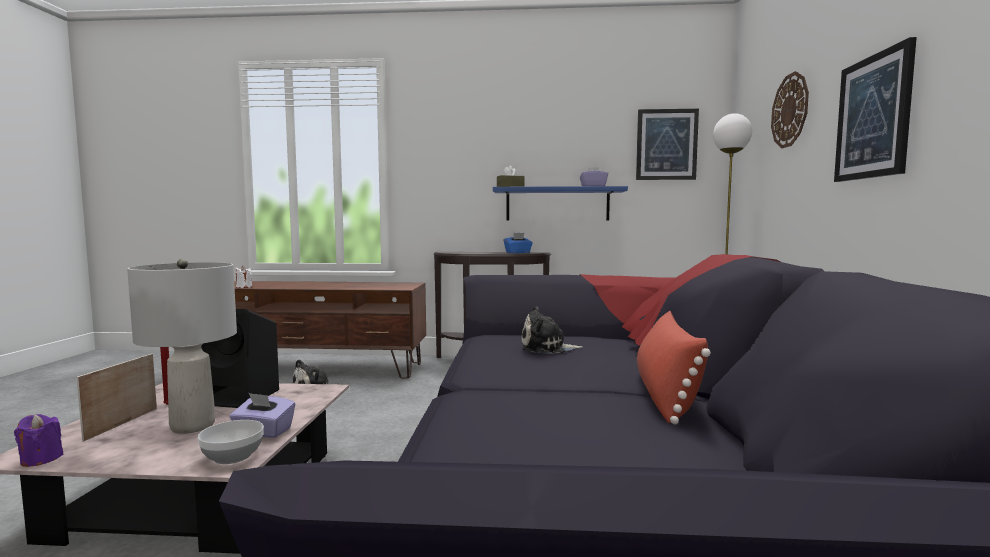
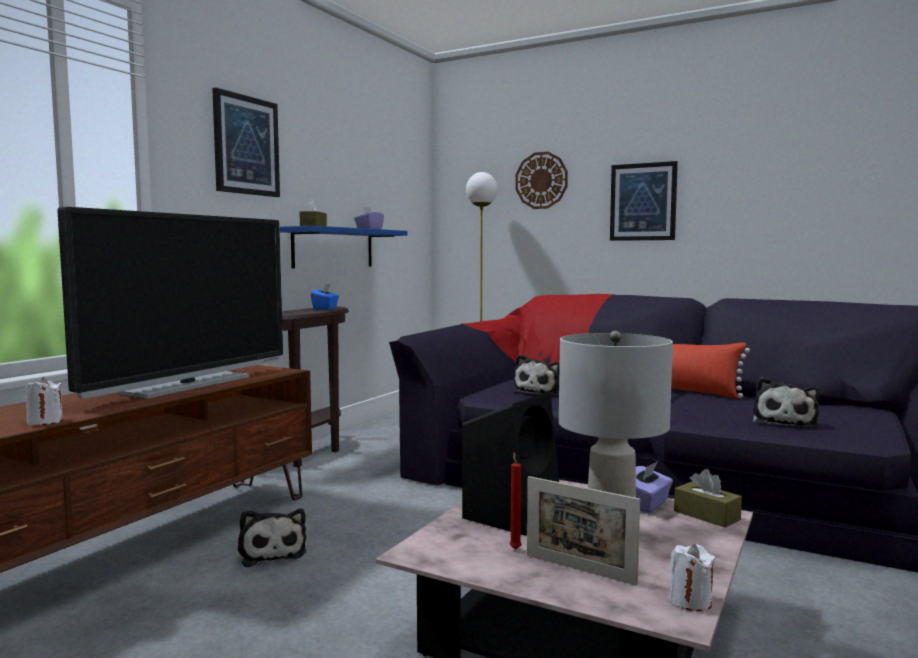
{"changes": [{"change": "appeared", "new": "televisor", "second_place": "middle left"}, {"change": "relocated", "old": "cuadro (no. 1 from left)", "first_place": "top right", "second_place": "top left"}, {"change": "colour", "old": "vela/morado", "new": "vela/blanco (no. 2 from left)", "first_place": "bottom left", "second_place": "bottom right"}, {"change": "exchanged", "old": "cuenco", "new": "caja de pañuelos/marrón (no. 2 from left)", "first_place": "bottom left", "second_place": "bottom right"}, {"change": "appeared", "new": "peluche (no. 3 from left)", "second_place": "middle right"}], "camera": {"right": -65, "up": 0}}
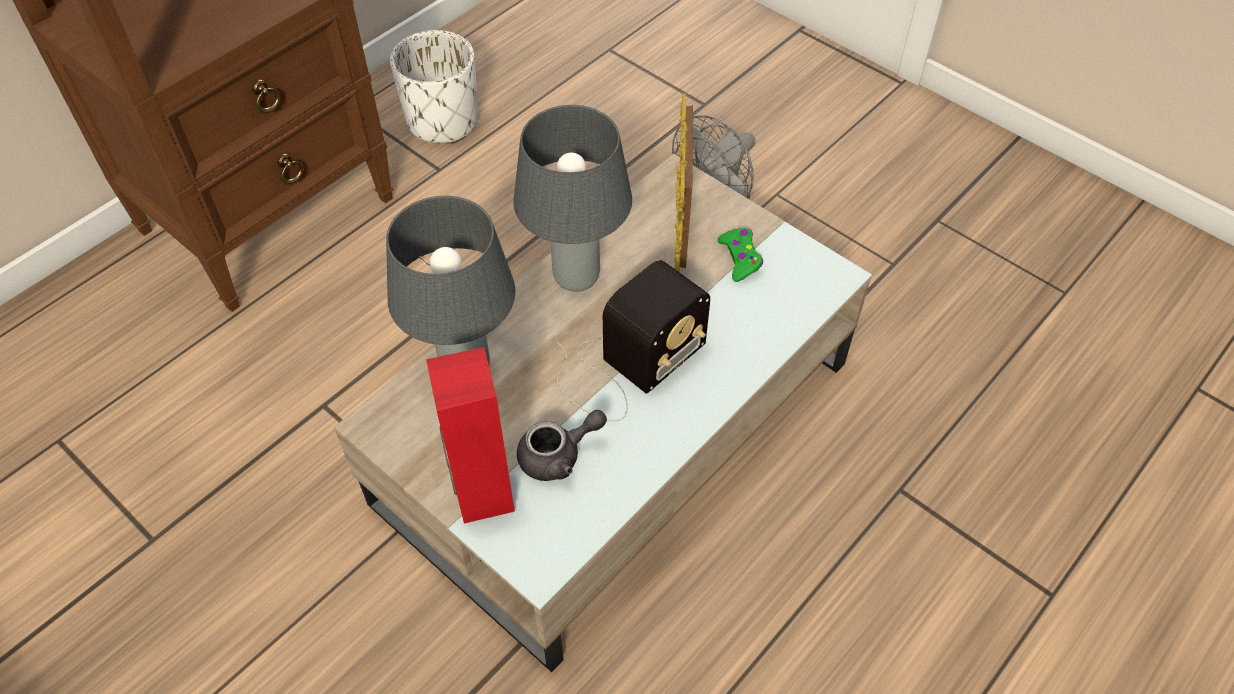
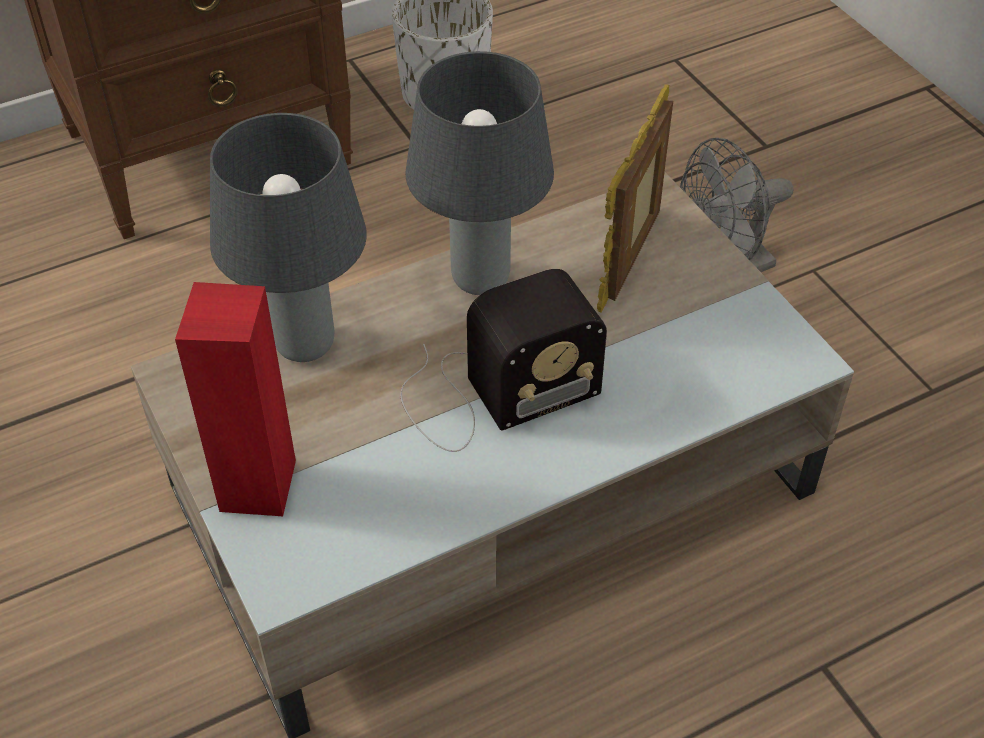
{"changes": [{"change": "missing", "old": "tetera/gris", "first_place": "centre"}, {"change": "missing", "old": "mando de consola/verde", "first_place": "centre"}], "camera": {"right": 20, "up": -5}}
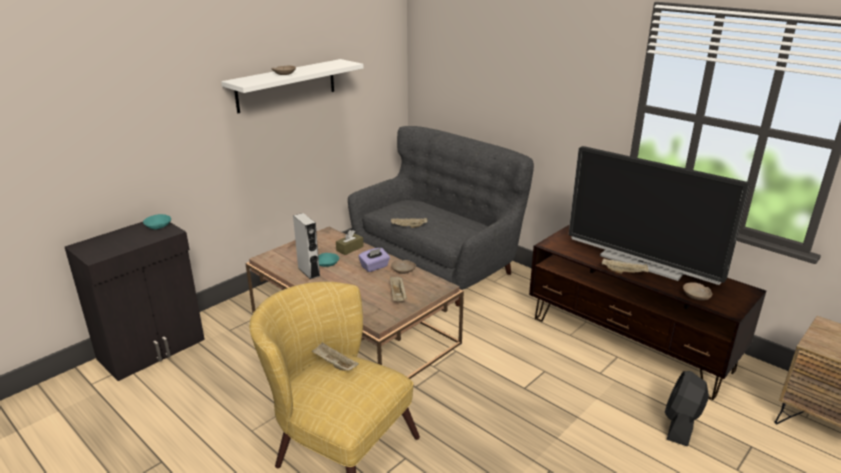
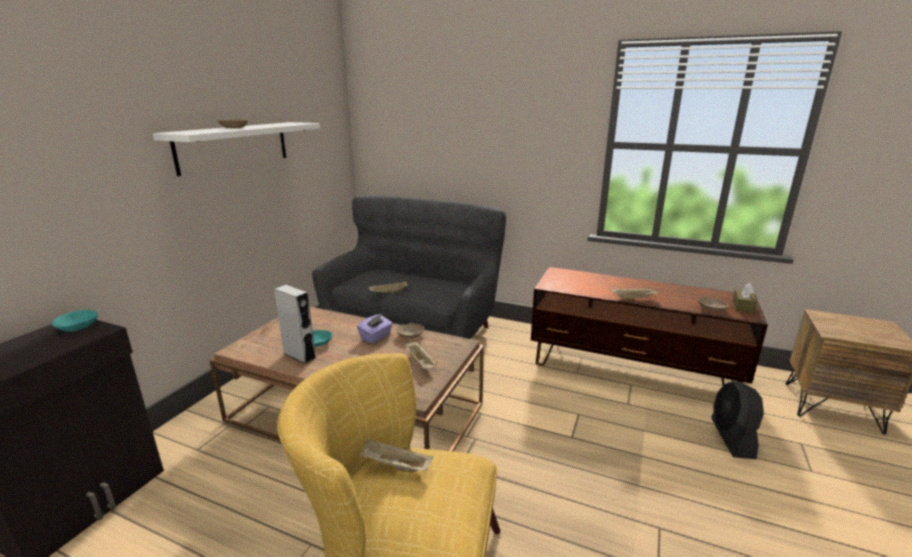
{"changes": [{"change": "relocated", "old": "caja de pañuelos/marrón", "first_place": "centre", "second_place": "middle right"}, {"change": "missing", "old": "televisor", "first_place": "middle right"}], "camera": {"right": -20, "up": -5}}
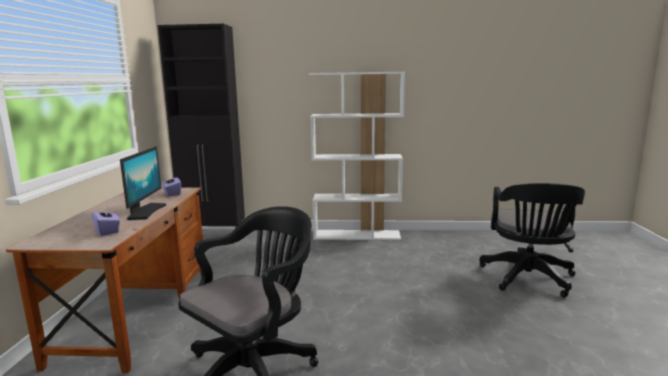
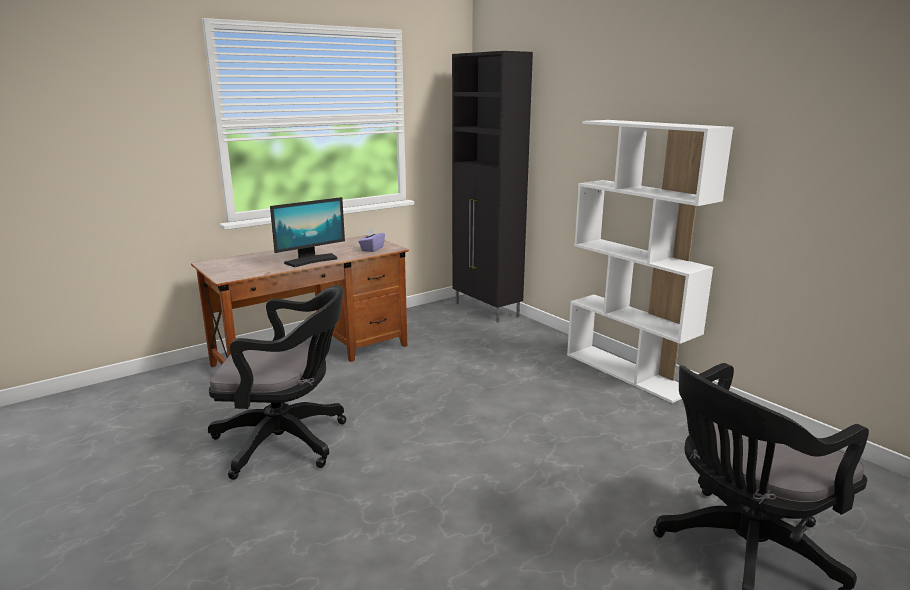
{"changes": [{"change": "missing", "old": "caja de pañuelos/morado (no. 1 from left)", "first_place": "middle left"}], "camera": {"right": 50, "up": 5}}
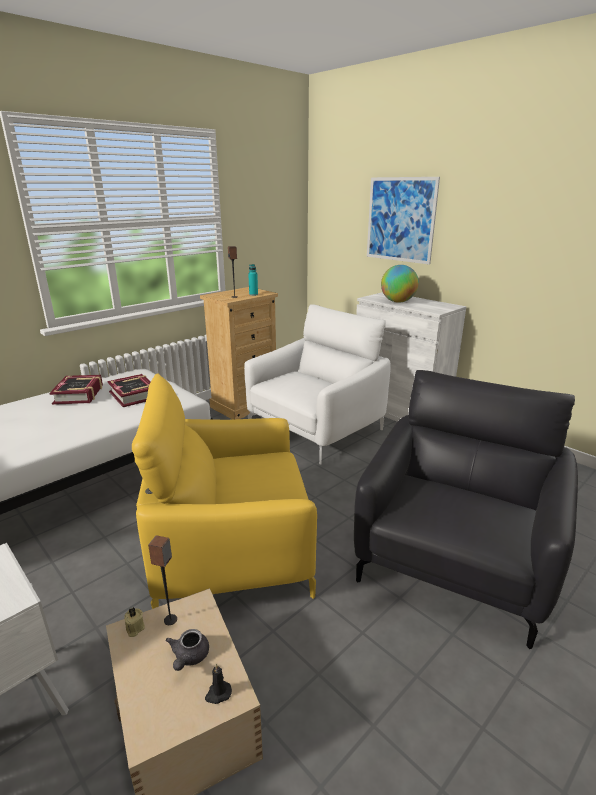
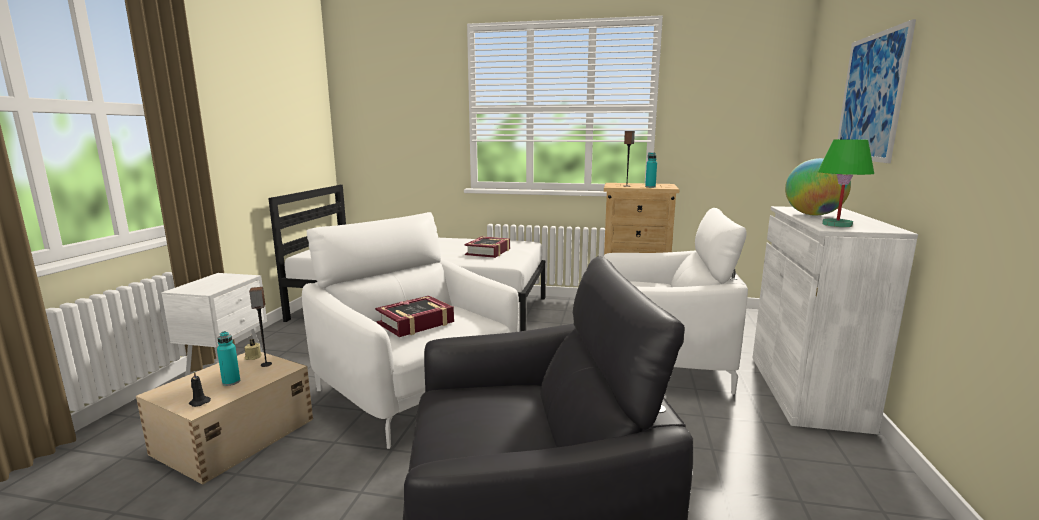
{"changes": [{"change": "exchanged", "old": "tetera/gris", "new": "botella/turquesa (no. 1 from left)", "first_place": "bottom left", "second_place": "bottom left"}, {"change": "colour", "old": "sillón/amarillo", "new": "sillón/blanco (no. 1 from left)", "first_place": "centre", "second_place": "centre"}, {"change": "relocated", "old": "libro (no. 1 from left)", "first_place": "middle left", "second_place": "centre"}, {"change": "appeared", "new": "lámpara de mesa/verde", "second_place": "middle right"}], "camera": {"right": 55, "up": -10}}
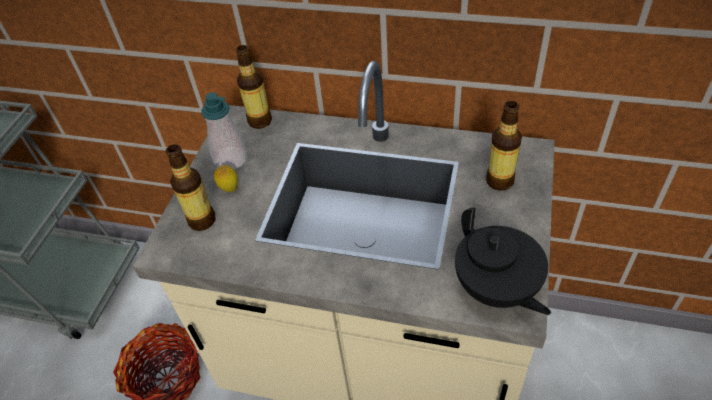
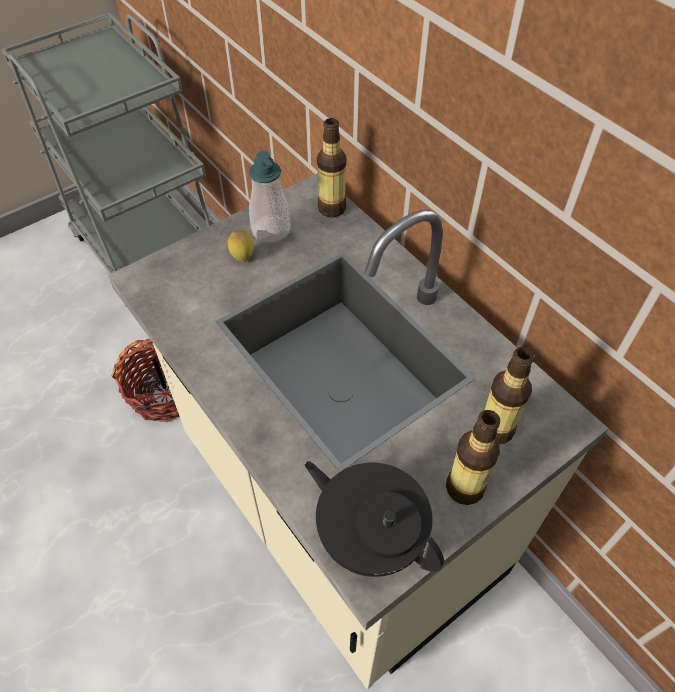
{"changes": [{"change": "spun", "old": "tetera/negro", "first_place": "middle right", "second_place": "bottom centre", "degrees": 120}, {"change": "relocated", "old": "botella (no. 1 from left in the first image)", "new": "botella (no. 2 from left)", "first_place": "middle left", "second_place": "middle right"}], "camera": {"right": 35, "up": 5}}
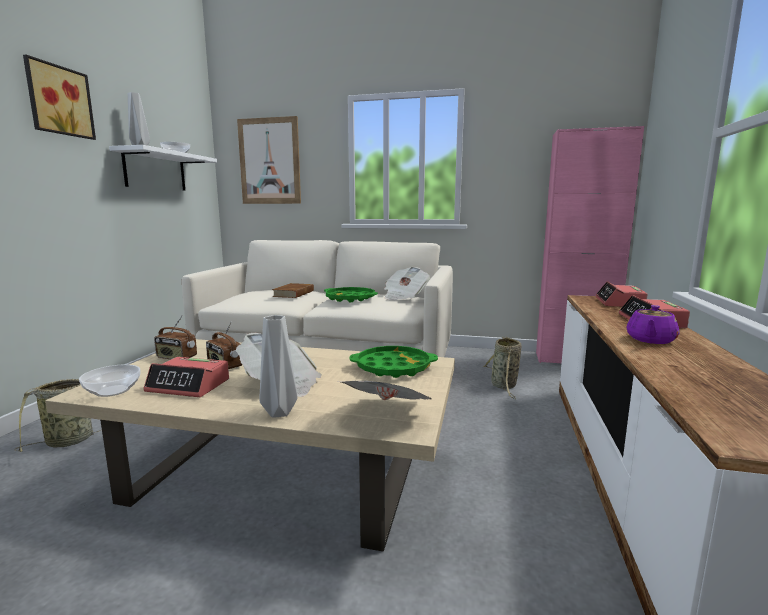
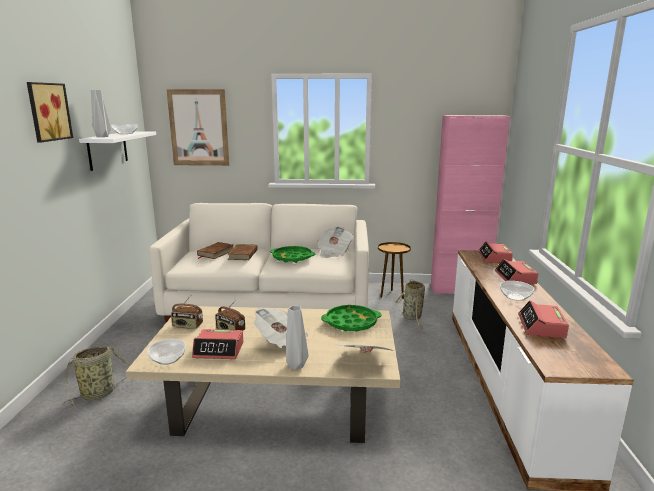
{"changes": [{"change": "appeared", "new": "libro/marrón (no. 1 from left)", "second_place": "middle left"}, {"change": "appeared", "new": "mesa auxiliar/marrón", "second_place": "centre"}, {"change": "exchanged", "old": "tetera/morado", "new": "cuenco (no. 3 from left)", "first_place": "middle right", "second_place": "middle right"}, {"change": "appeared", "new": "despertador (no. 4 from left)", "second_place": "middle right"}], "camera": {"right": -10, "up": 5}}
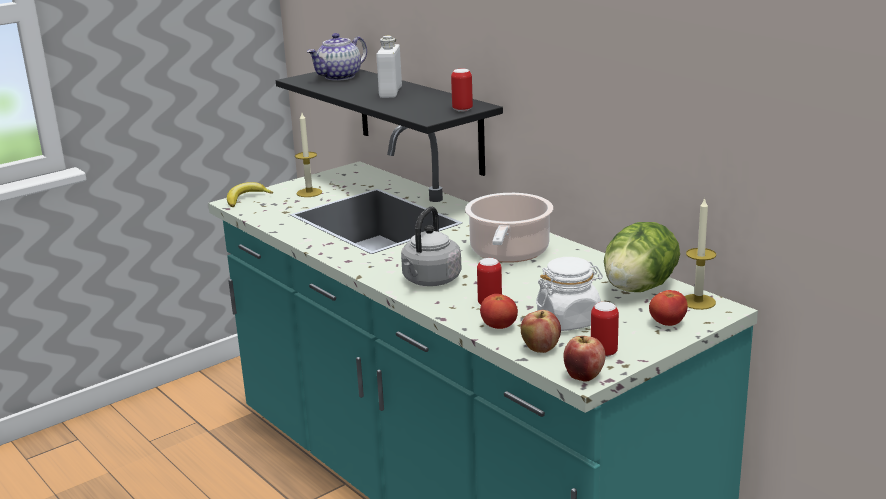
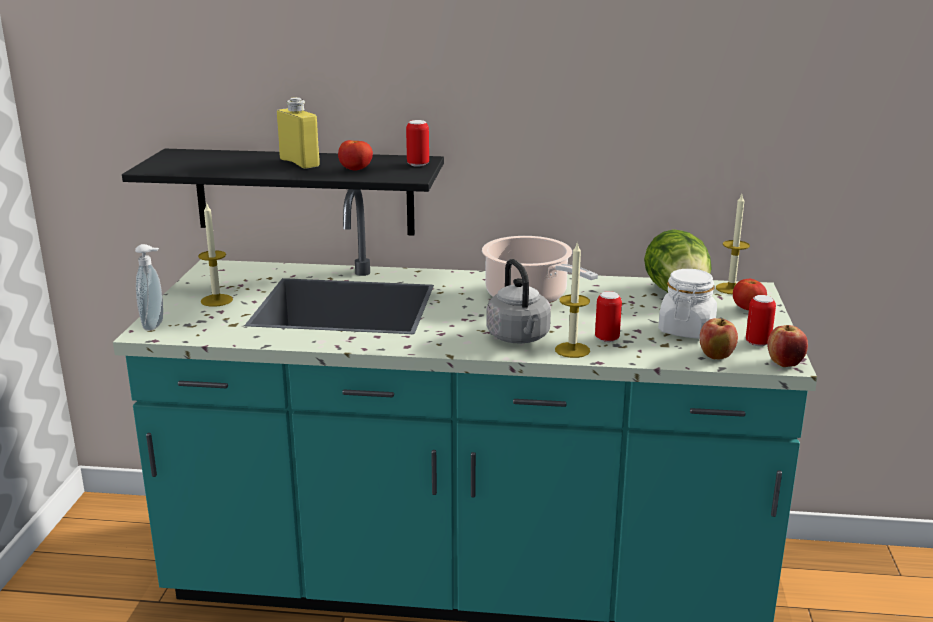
{"changes": [{"change": "exchanged", "old": "plátano", "new": "dispensador de jabón", "first_place": "middle left", "second_place": "middle left"}, {"change": "colour", "old": "botella/blanco", "new": "botella/amarillo", "first_place": "top centre", "second_place": "top left"}, {"change": "relocated", "old": "tomate (no. 1 from left)", "first_place": "centre", "second_place": "top centre"}, {"change": "appeared", "new": "vela (no. 2 from left)", "second_place": "centre"}, {"change": "missing", "old": "tetera", "first_place": "top centre"}], "camera": {"right": -45, "up": 0}}
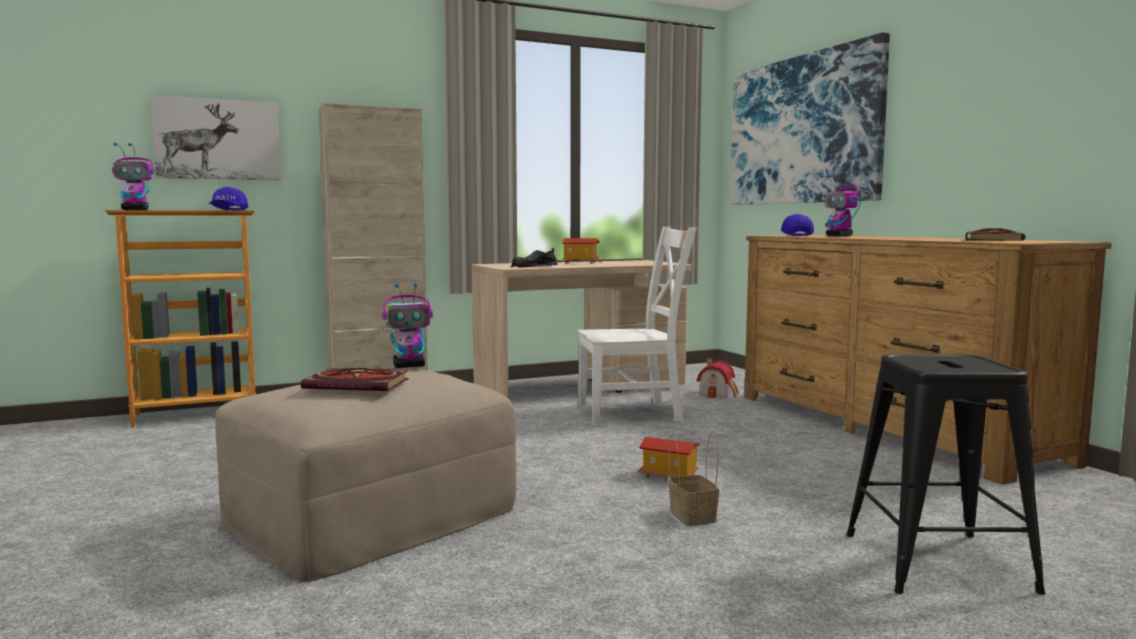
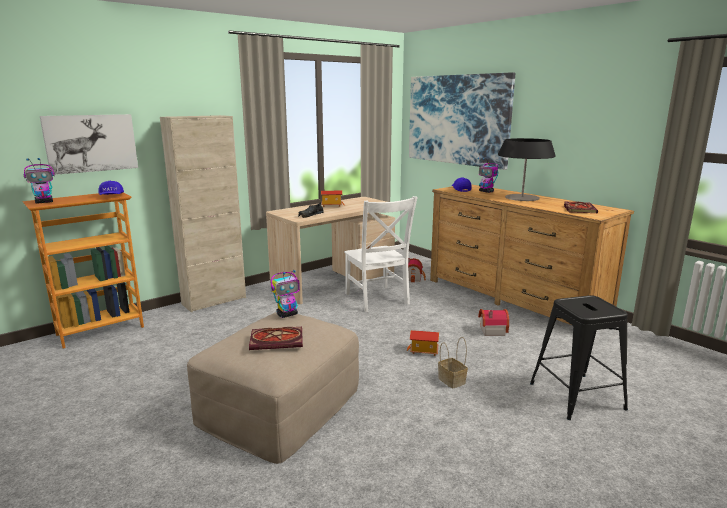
{"changes": [{"change": "spun", "old": "silla/blanco", "first_place": "centre", "second_place": "centre", "degrees": 90}, {"change": "appeared", "new": "casita (no. 4 from left)", "second_place": "middle right"}, {"change": "appeared", "new": "lámpara de mesa", "second_place": "top right"}], "camera": {"right": -15, "up": 10}}
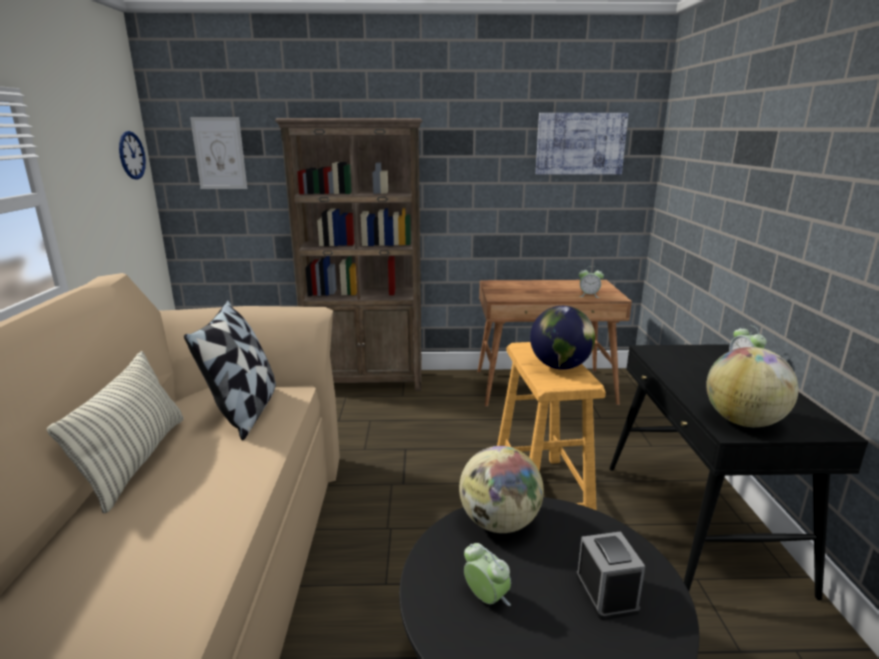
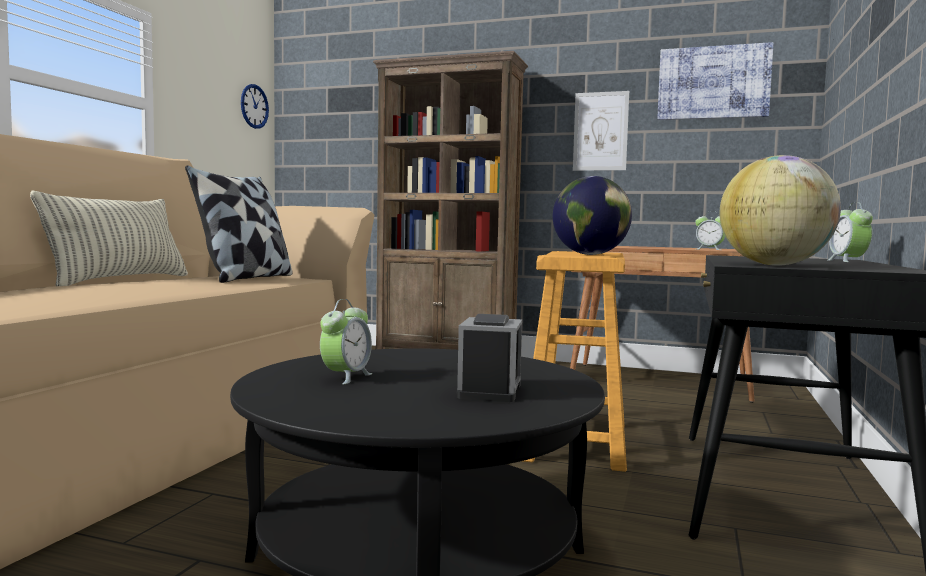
{"changes": [{"change": "spun", "old": "despertador (no. 1 from left)", "first_place": "bottom centre", "second_place": "centre", "degrees": 45}, {"change": "relocated", "old": "cuadro (no. 1 from left)", "first_place": "top left", "second_place": "top centre"}, {"change": "missing", "old": "globo terráqueo (no. 1 from left)", "first_place": "bottom centre"}], "camera": {"right": 20, "up": -15}}
